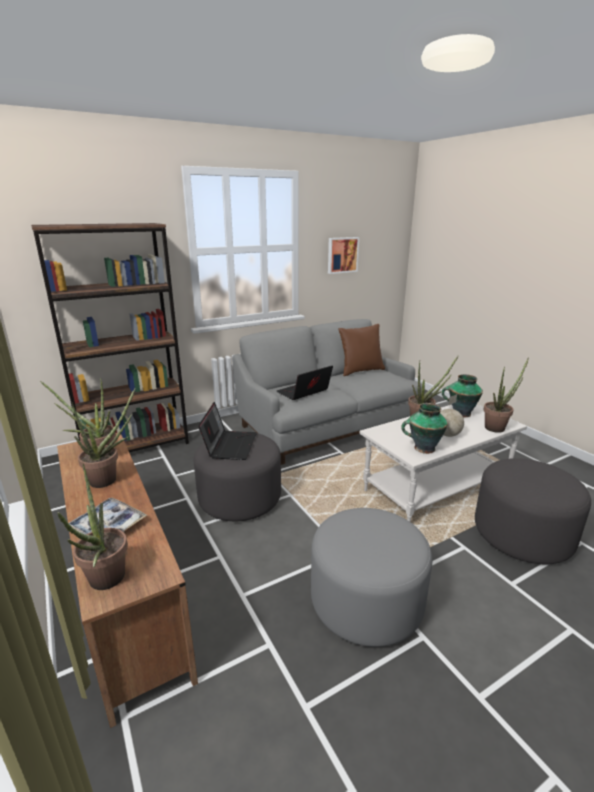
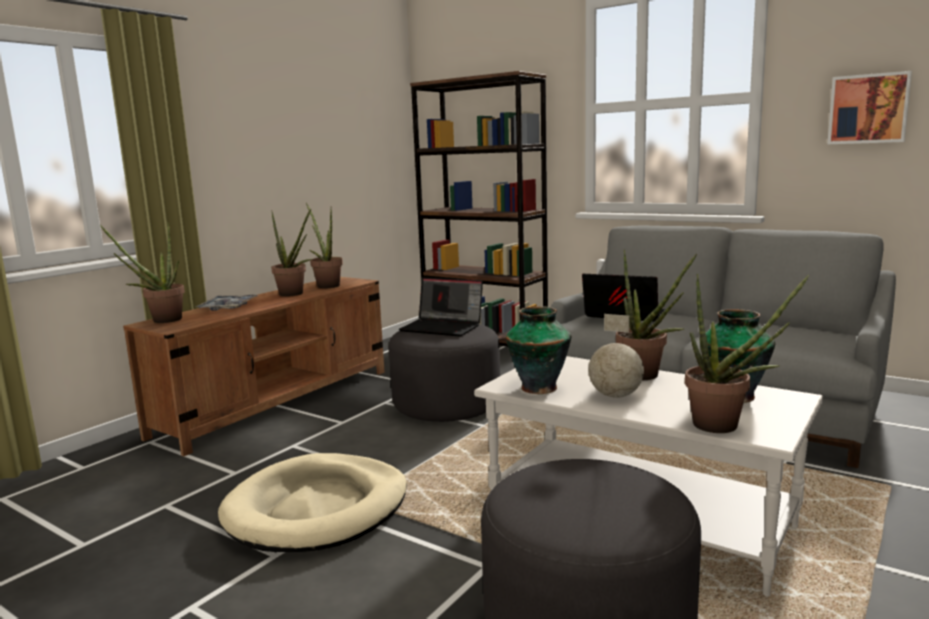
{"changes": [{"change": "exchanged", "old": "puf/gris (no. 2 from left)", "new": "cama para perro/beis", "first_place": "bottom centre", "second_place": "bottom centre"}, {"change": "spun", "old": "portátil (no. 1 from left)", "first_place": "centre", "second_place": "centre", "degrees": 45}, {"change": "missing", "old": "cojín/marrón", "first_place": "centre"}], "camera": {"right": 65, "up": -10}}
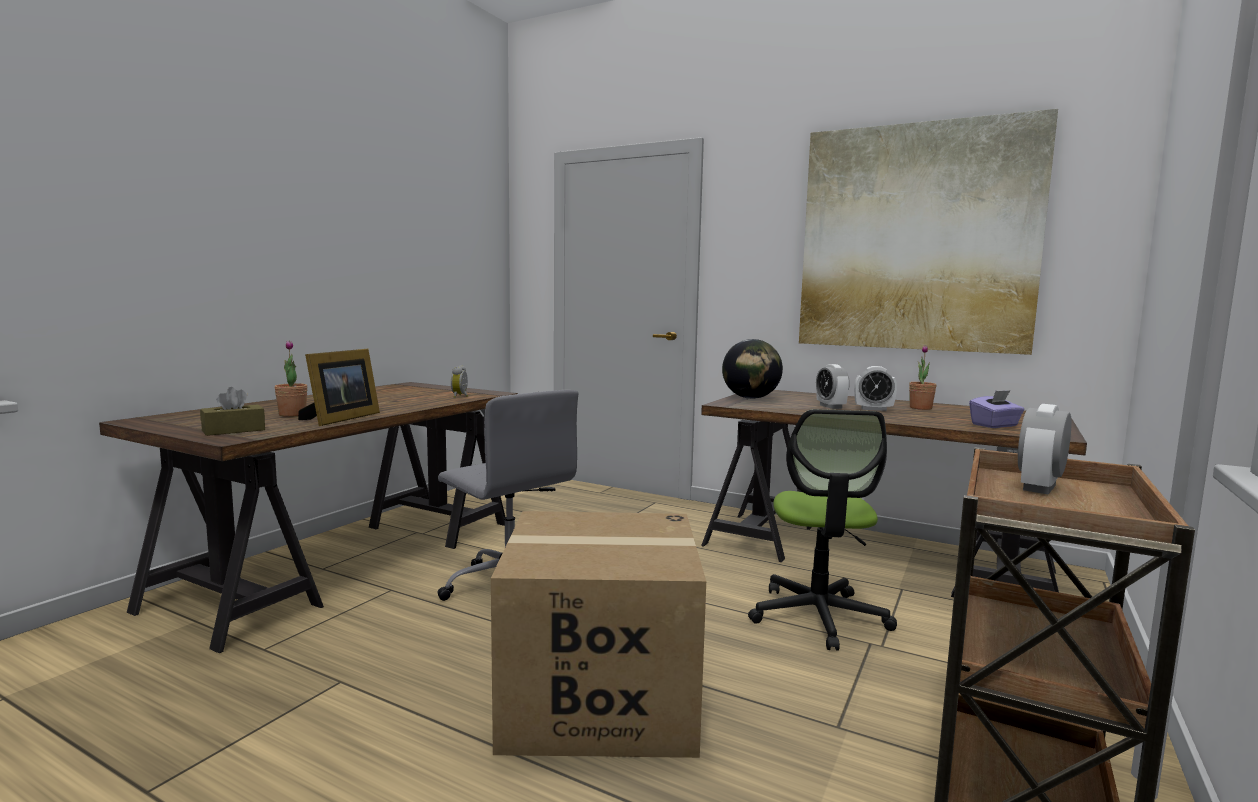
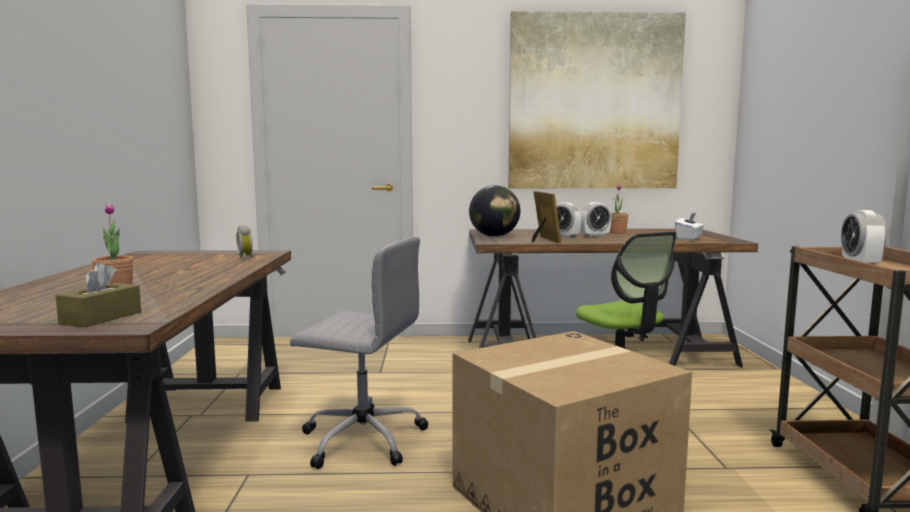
{"changes": [{"change": "relocated", "old": "portarretratos", "first_place": "middle left", "second_place": "centre"}, {"change": "colour", "old": "caja de pañuelos/morado", "new": "caja de pañuelos/blanco", "first_place": "middle right", "second_place": "middle right"}], "camera": {"right": -30, "up": 0}}
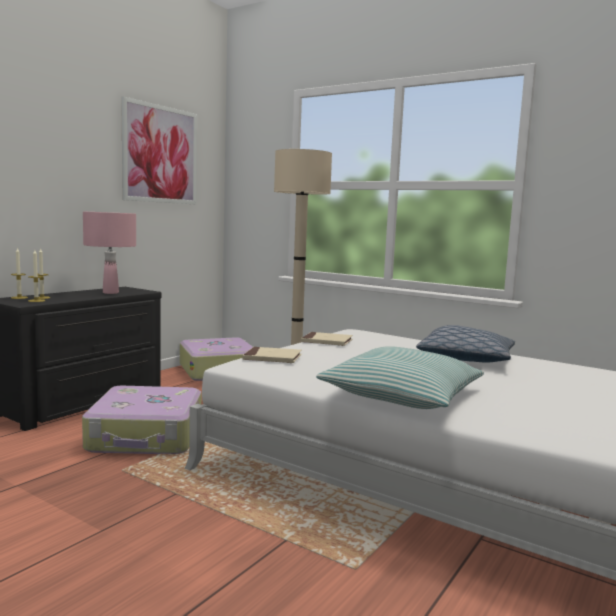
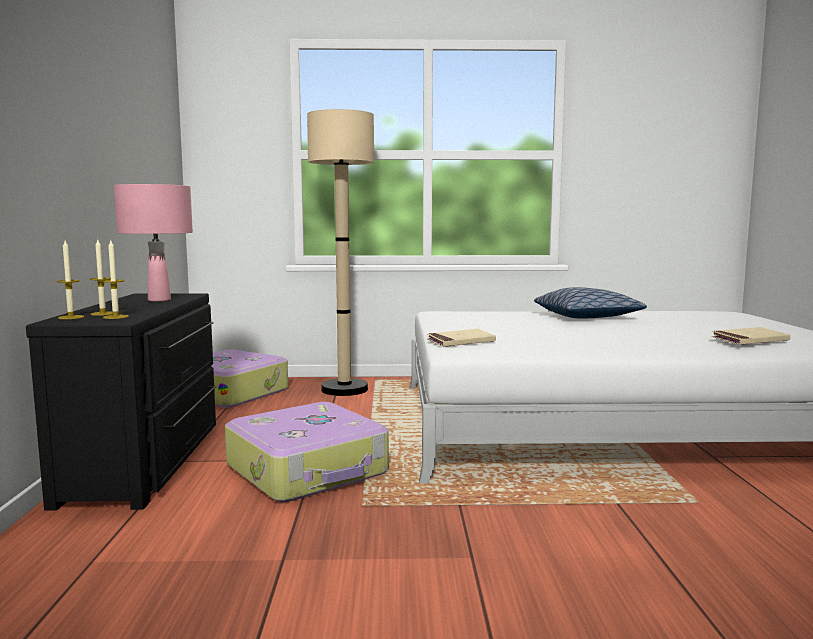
{"changes": [{"change": "relocated", "old": "libro/beis (no. 2 from left)", "first_place": "centre", "second_place": "middle right"}, {"change": "missing", "old": "cuadro", "first_place": "top left"}, {"change": "missing", "old": "cojín (no. 1 from left)", "first_place": "centre"}], "camera": {"right": -35, "up": 0}}
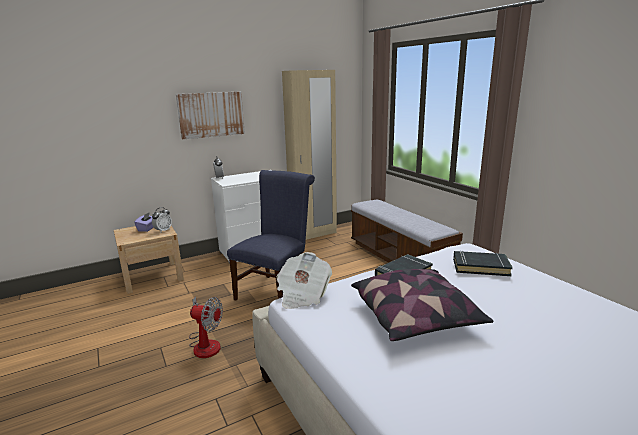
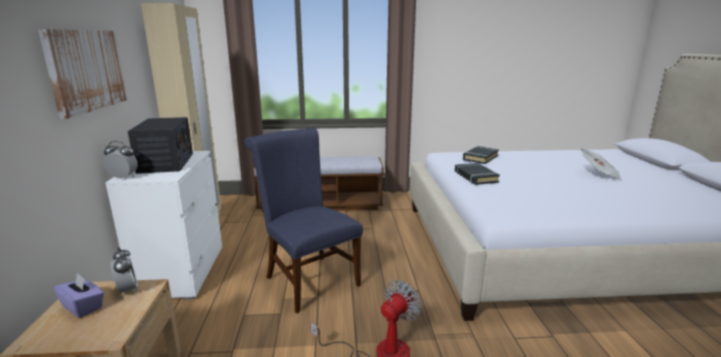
{"changes": [{"change": "appeared", "new": "radio", "second_place": "middle left"}, {"change": "relocated", "old": "periódico", "first_place": "centre", "second_place": "middle right"}, {"change": "missing", "old": "cojín", "first_place": "bottom centre"}], "camera": {"right": -65, "up": 0}}
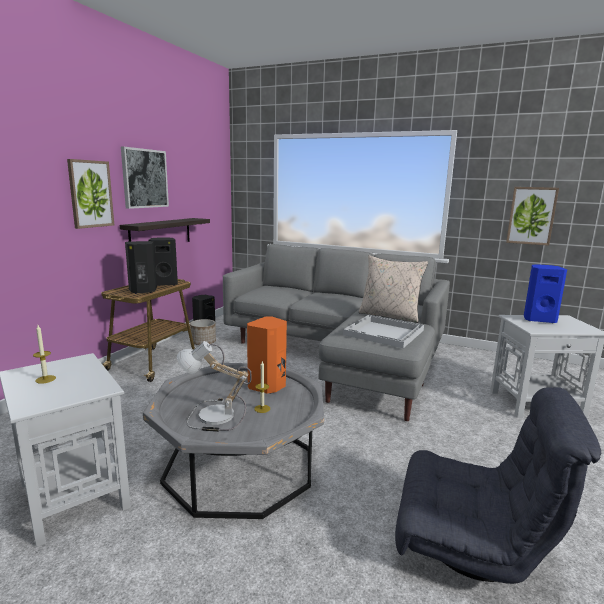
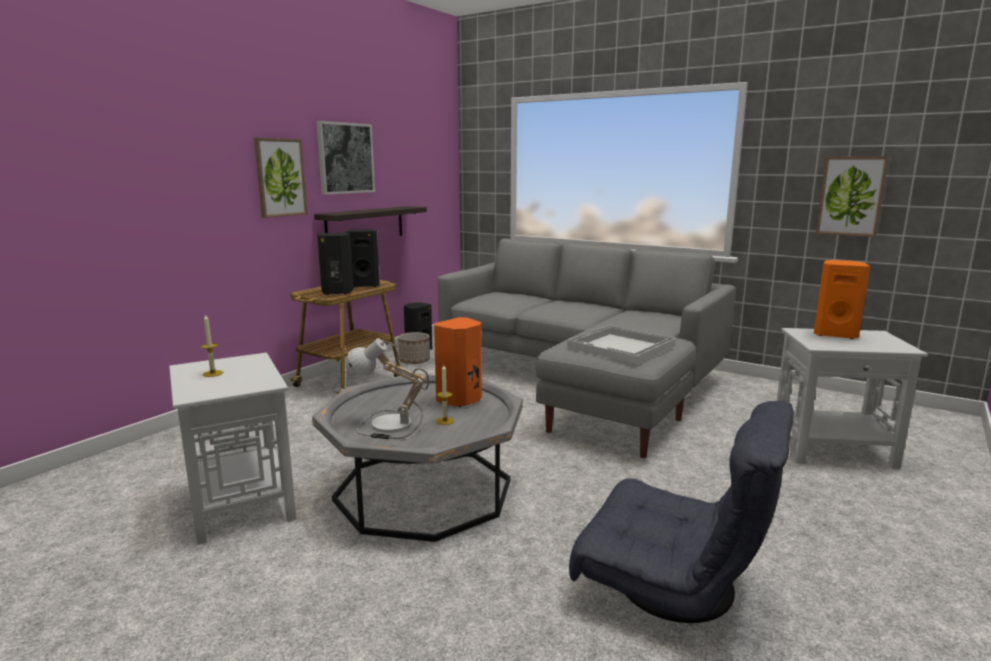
{"changes": [{"change": "colour", "old": "altavoz/azul", "new": "altavoz/naranja (no. 2 from left)", "first_place": "middle right", "second_place": "middle right"}, {"change": "missing", "old": "cojín/beis", "first_place": "centre"}], "camera": {"right": 10, "up": 0}}
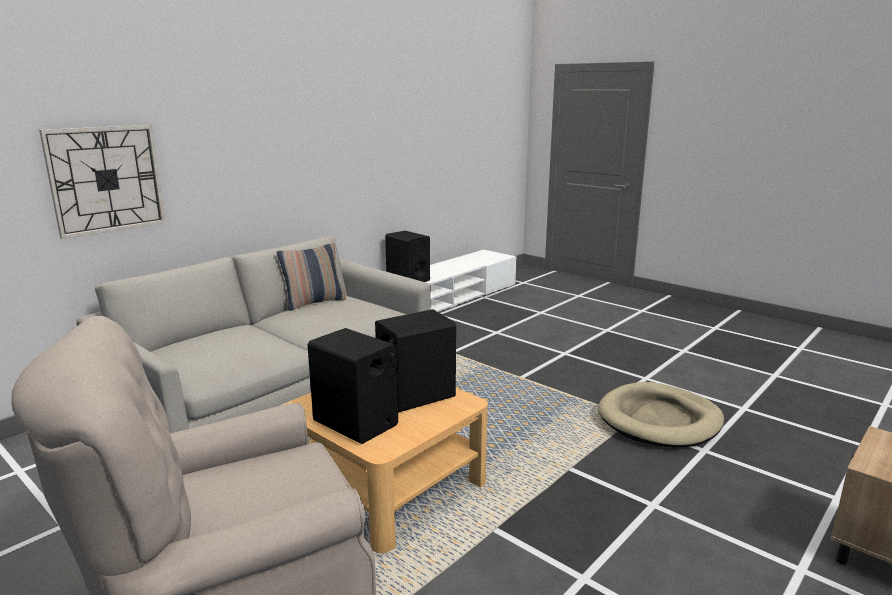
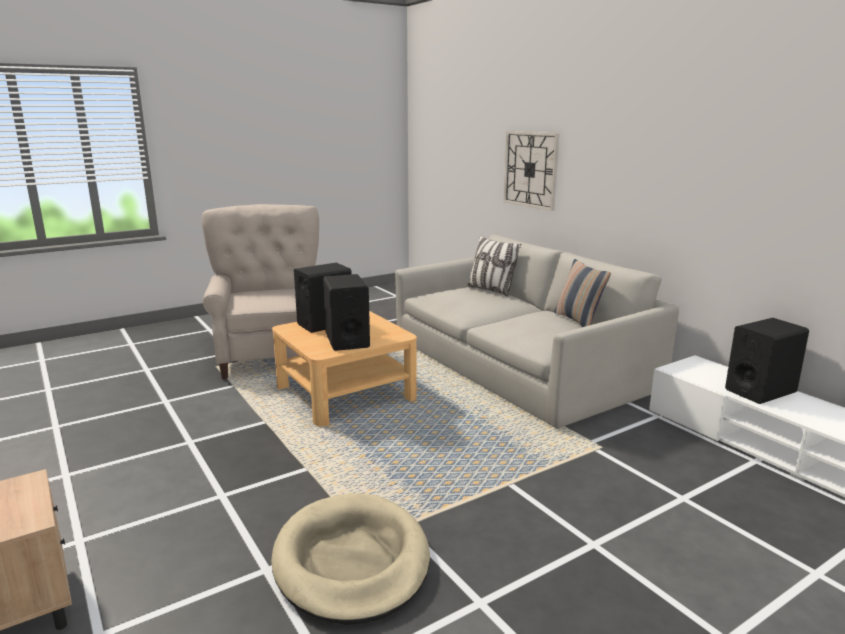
{"changes": [{"change": "appeared", "new": "cojín (no. 1 from left)", "second_place": "centre"}], "camera": {"right": 105, "up": 0}}
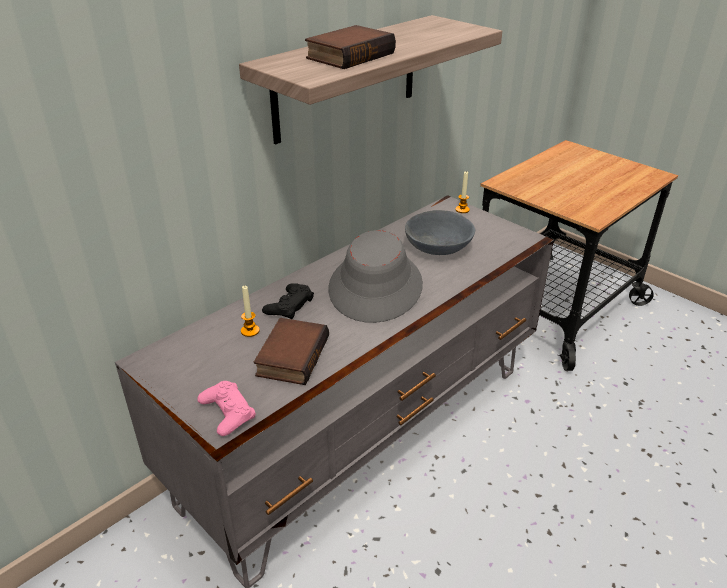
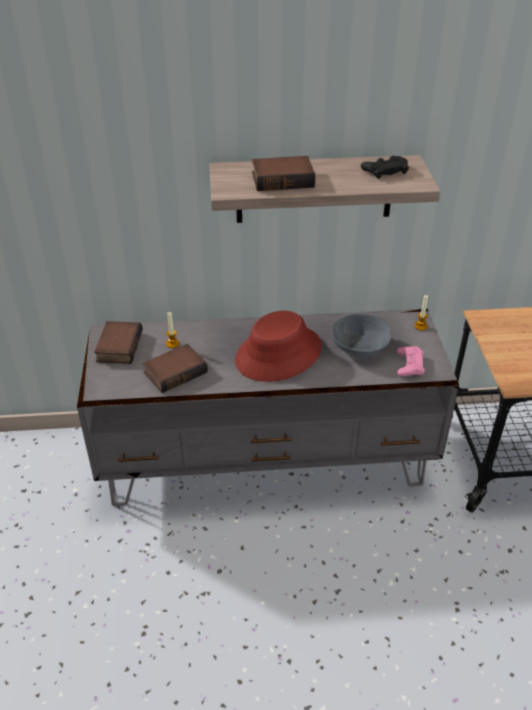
{"changes": [{"change": "appeared", "new": "libro (no. 1 from left)", "second_place": "middle left"}, {"change": "colour", "old": "sombrero/gris", "new": "sombrero/rojo", "first_place": "centre", "second_place": "centre"}, {"change": "relocated", "old": "mando de consola/negro", "first_place": "centre", "second_place": "top right"}, {"change": "relocated", "old": "mando de consola/rosa", "first_place": "bottom left", "second_place": "middle right"}], "camera": {"right": 40, "up": 5}}
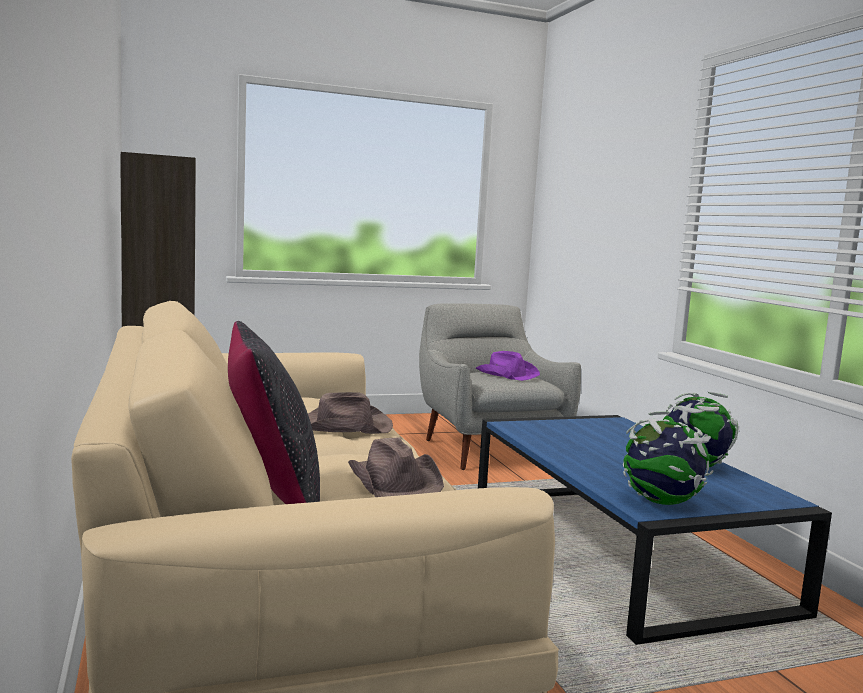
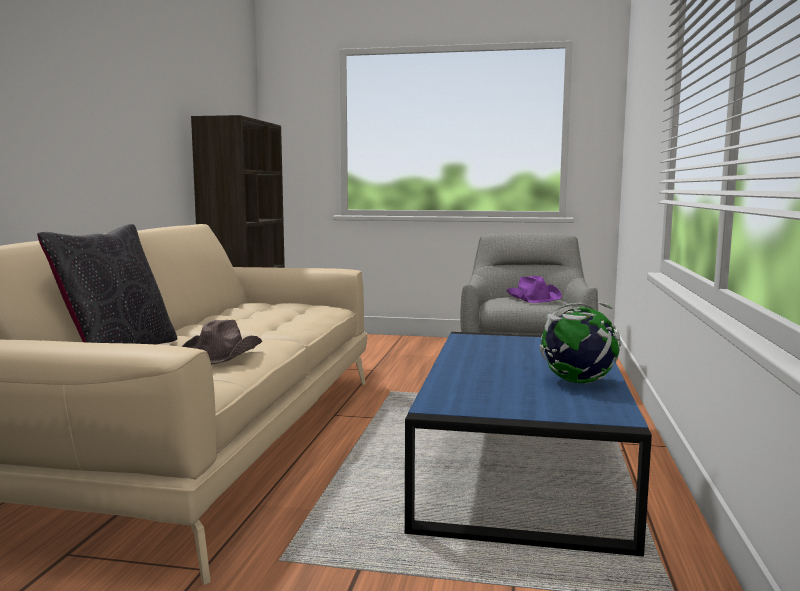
{"changes": [{"change": "missing", "old": "sombrero/marrón (no. 1 from left)", "first_place": "centre"}, {"change": "missing", "old": "globo terráqueo (no. 1 from left)", "first_place": "middle right"}], "camera": {"right": 30, "up": 0}}
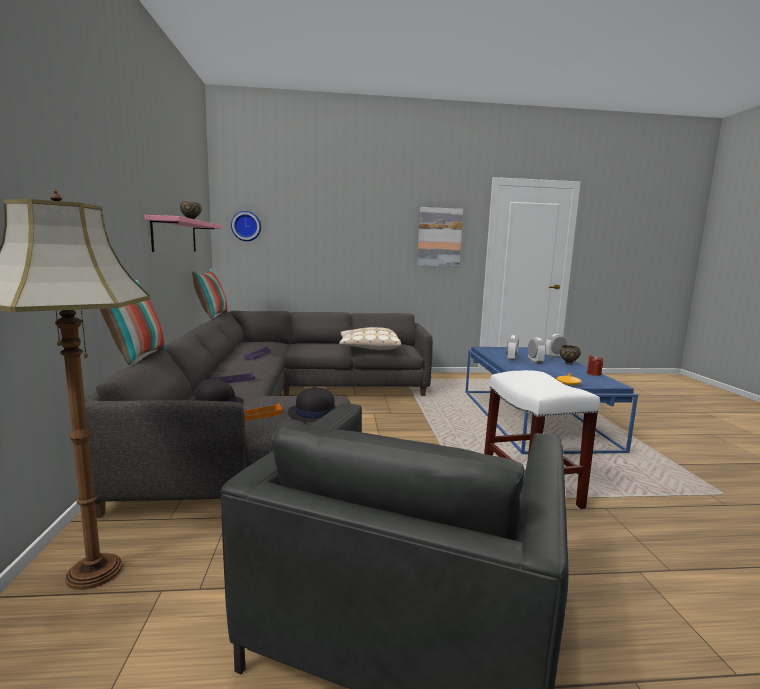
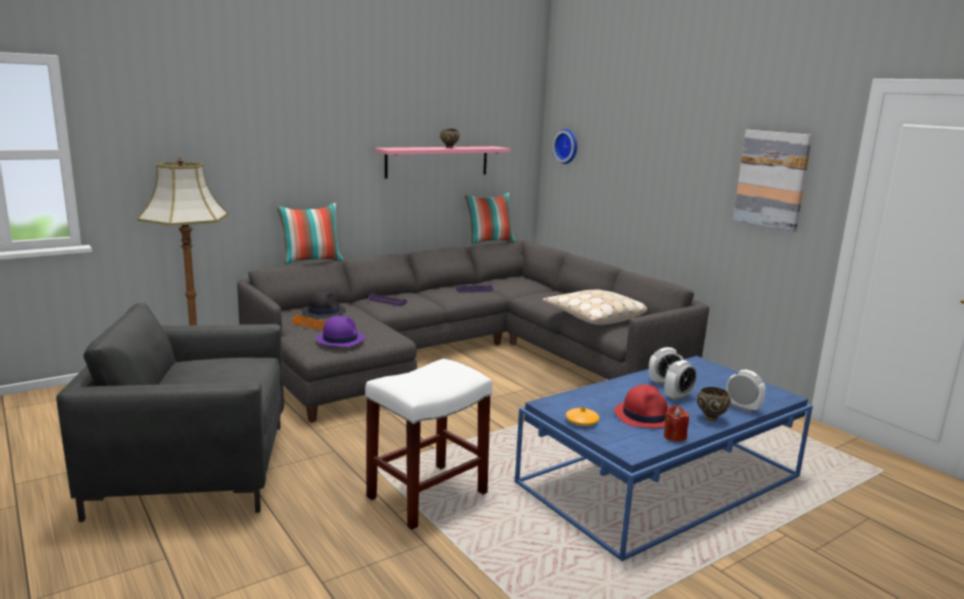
{"changes": [{"change": "colour", "old": "sombrero/negro (no. 2 from left)", "new": "sombrero/morado", "first_place": "centre", "second_place": "centre"}, {"change": "appeared", "new": "sombrero/rojo", "second_place": "bottom centre"}], "camera": {"right": 60, "up": 5}}
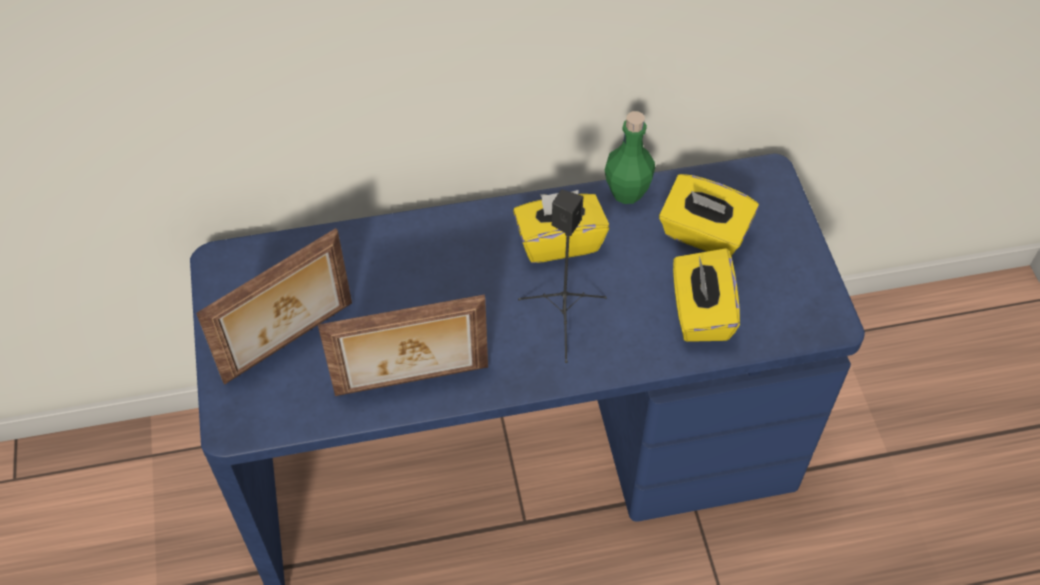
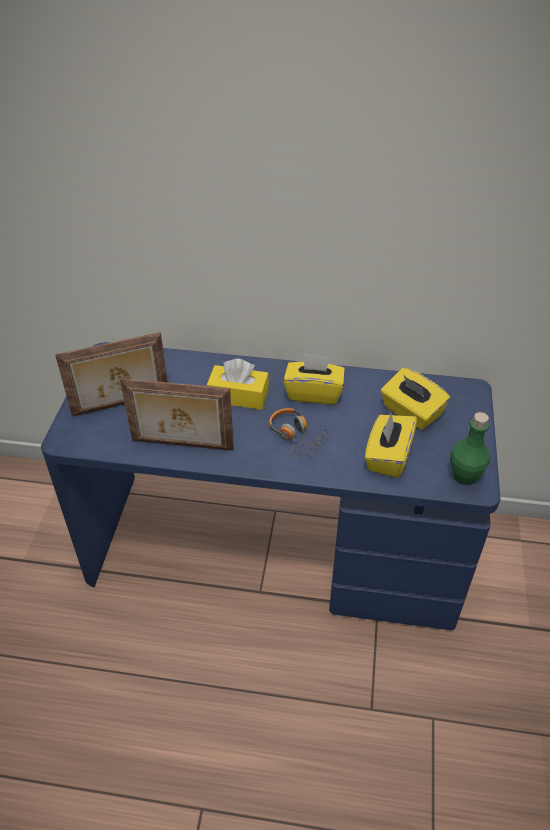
{"changes": [{"change": "appeared", "new": "caja de pañuelos/amarillo (no. 1 from left)", "second_place": "centre"}, {"change": "exchanged", "old": "altavoz/negro", "new": "auriculares", "first_place": "centre", "second_place": "centre"}, {"change": "relocated", "old": "botella/verde", "first_place": "top centre", "second_place": "middle right"}], "camera": {"right": 20, "up": -10}}
